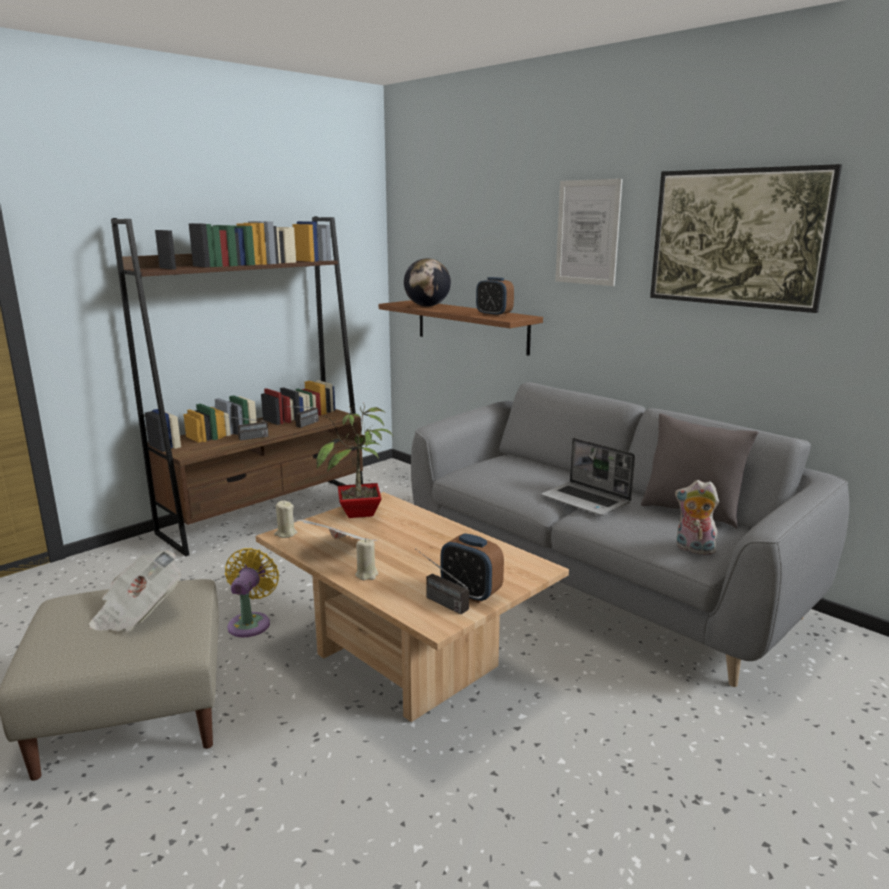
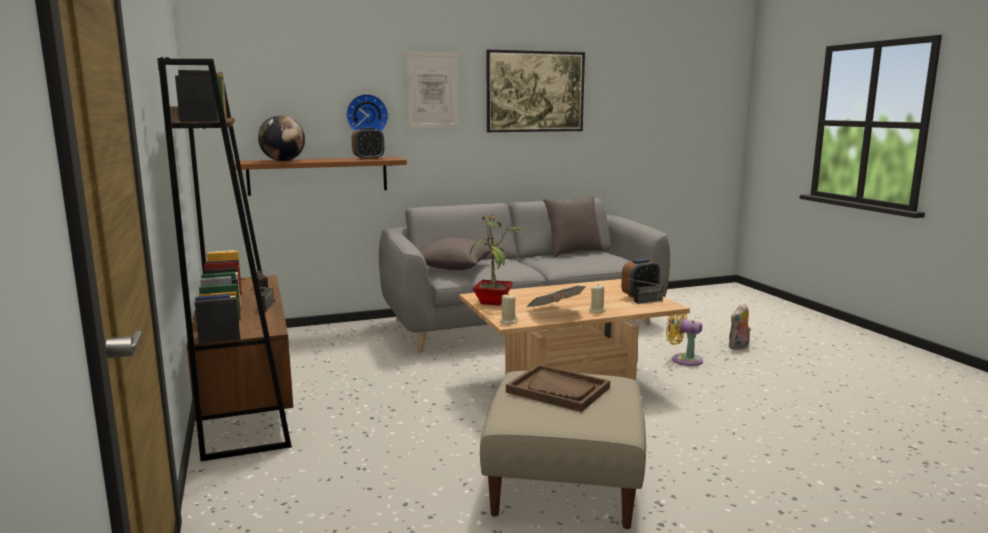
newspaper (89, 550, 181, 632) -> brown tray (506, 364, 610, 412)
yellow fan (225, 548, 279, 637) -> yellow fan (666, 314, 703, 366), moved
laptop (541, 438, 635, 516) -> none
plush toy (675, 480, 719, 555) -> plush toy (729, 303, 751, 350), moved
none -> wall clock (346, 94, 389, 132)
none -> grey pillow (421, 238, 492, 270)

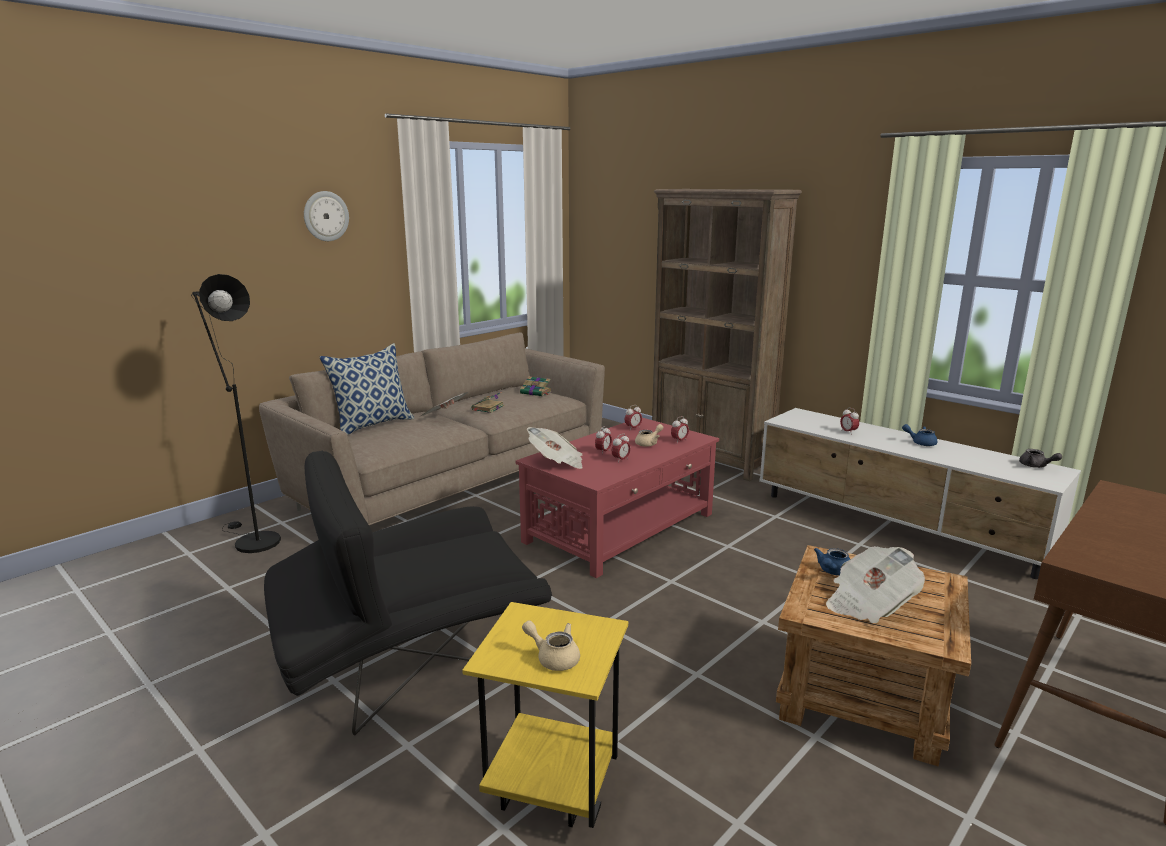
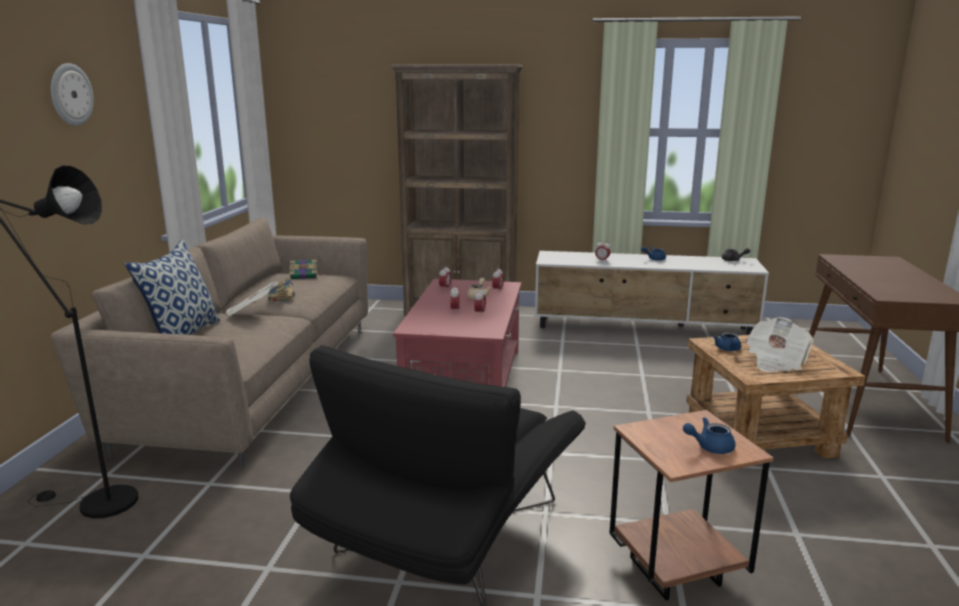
yellow side table (462, 602, 628, 828) -> brown side table (609, 410, 774, 600)
beige teapot (522, 620, 580, 671) -> blue teapot (683, 417, 736, 454)
newspaper (527, 427, 583, 469) -> none

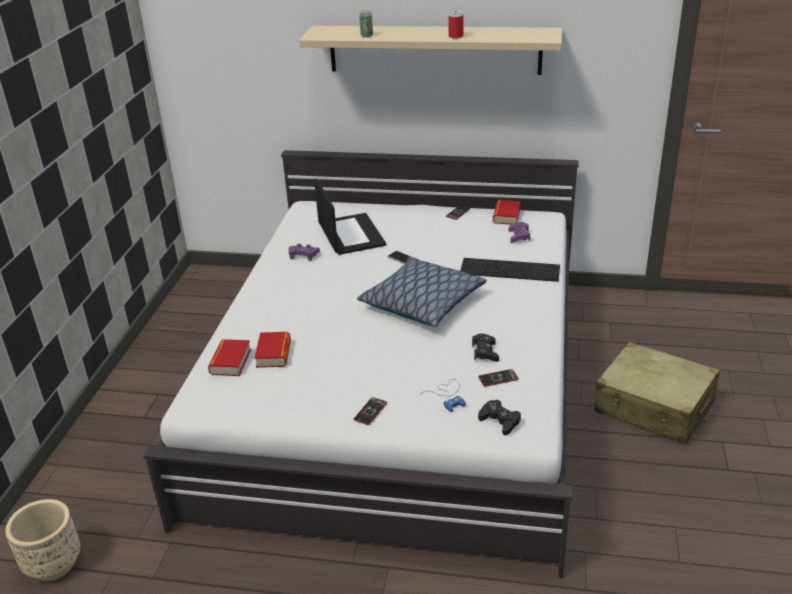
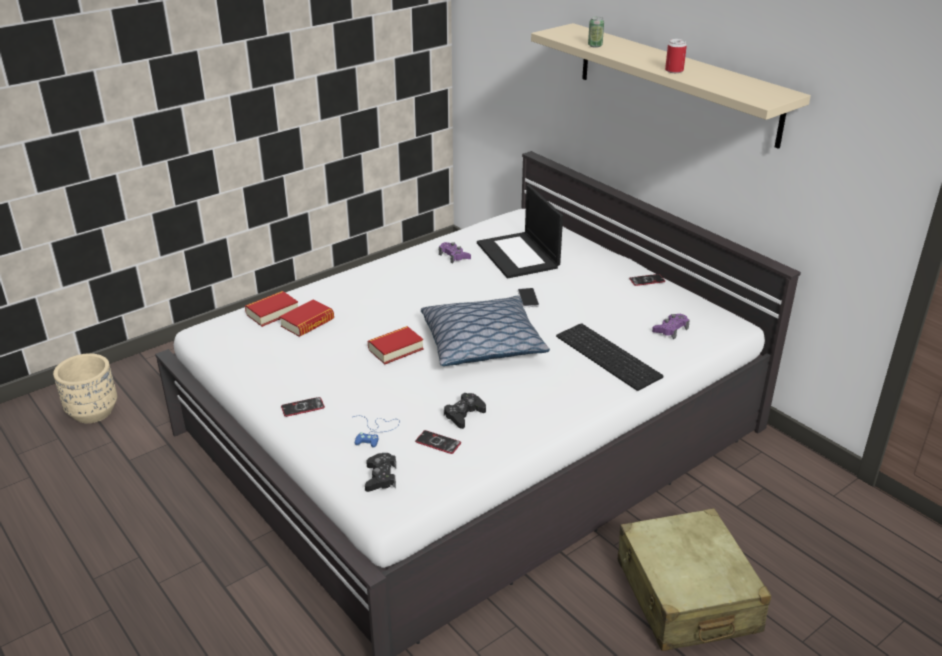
laptop (314, 178, 386, 255) -> laptop (477, 184, 563, 279), 135 degrees clockwise
book (493, 200, 521, 225) -> book (368, 326, 424, 364), moved

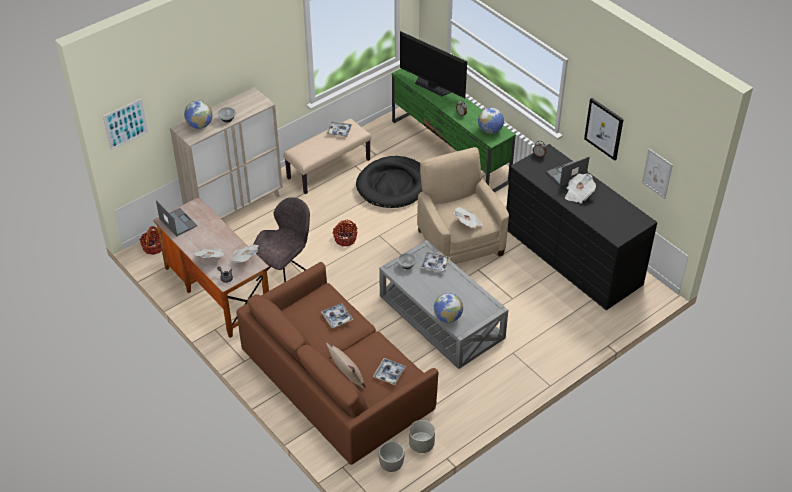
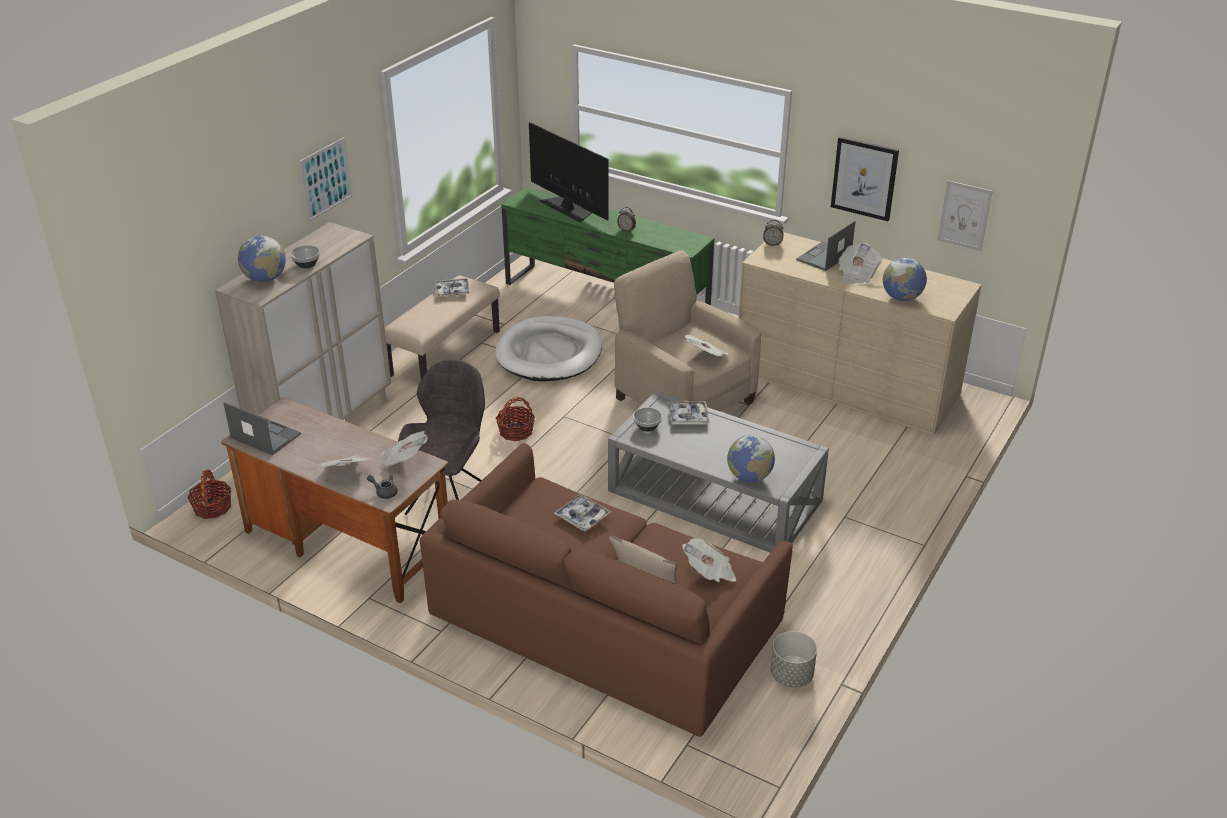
picture (103, 99, 148, 150) -> picture (299, 137, 352, 222), moved
black dog bed (356, 156, 422, 208) -> white dog bed (495, 316, 602, 382)
tray (373, 358, 406, 385) -> newspaper (682, 538, 736, 582)
planter (378, 441, 405, 472) -> none
television (400, 31, 467, 98) -> television (529, 122, 609, 223), 150 degrees counterclockwise
globe (478, 108, 504, 134) -> globe (883, 258, 927, 301), moved
black dresser (506, 144, 657, 310) -> beige dresser (739, 232, 982, 435)

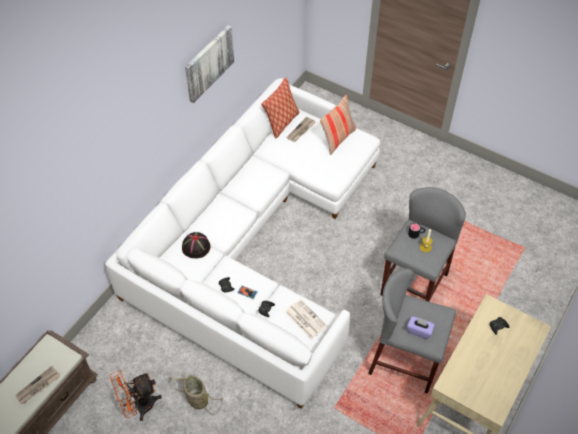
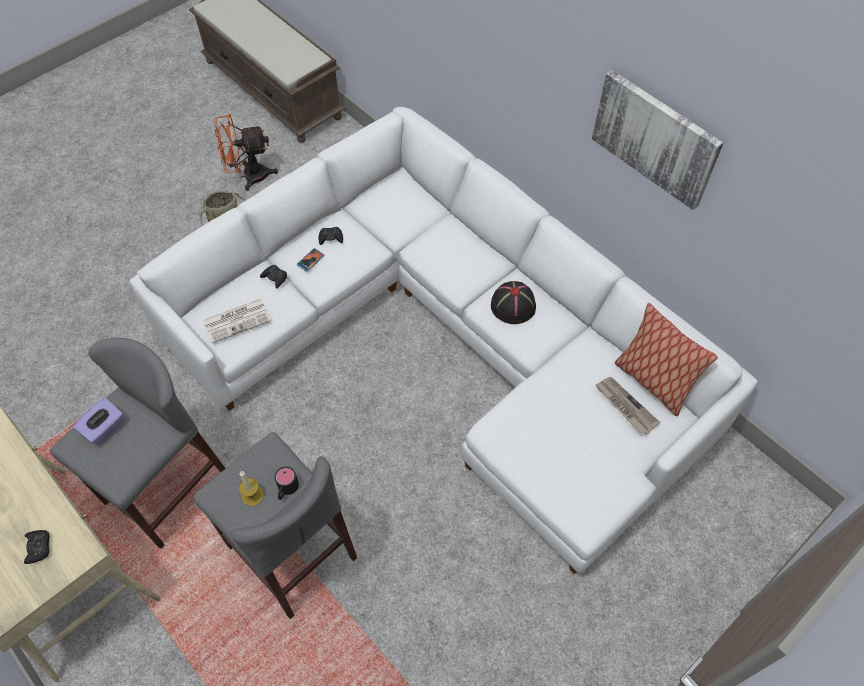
newspaper (16, 366, 60, 404) -> none
orange fan (110, 370, 162, 421) -> orange fan (214, 114, 278, 191), 90 degrees counterclockwise
black hat (182, 232, 210, 258) -> black hat (491, 281, 536, 324), moved
pillow (320, 95, 356, 155) -> none

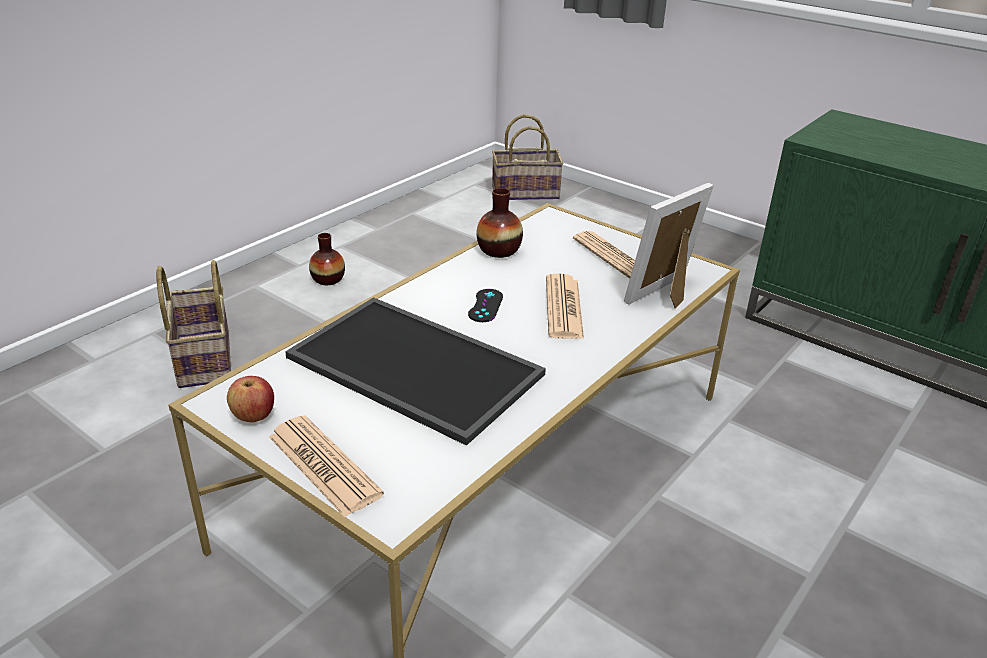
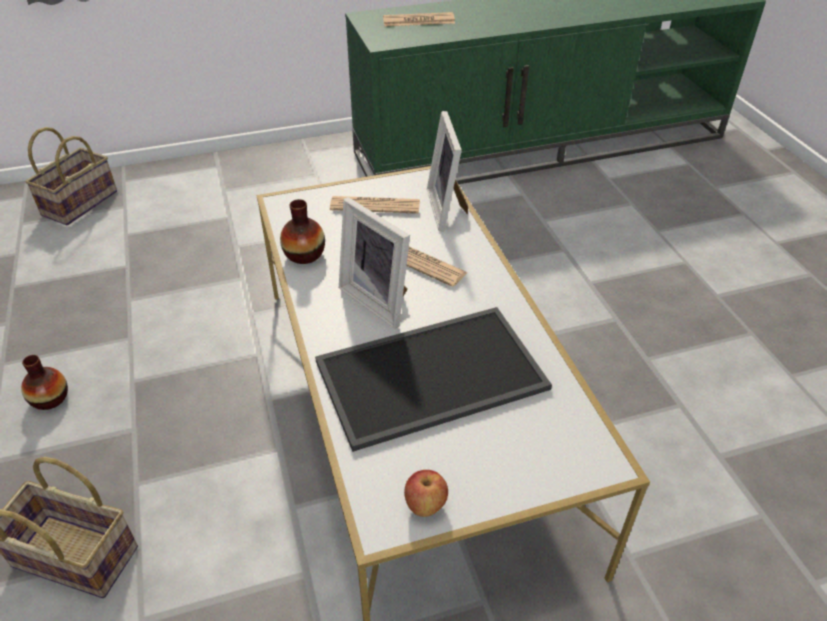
newspaper (269, 416, 384, 517) -> newspaper (383, 12, 455, 26), moved
black game controller (468, 289, 503, 322) -> picture frame (339, 197, 410, 328)

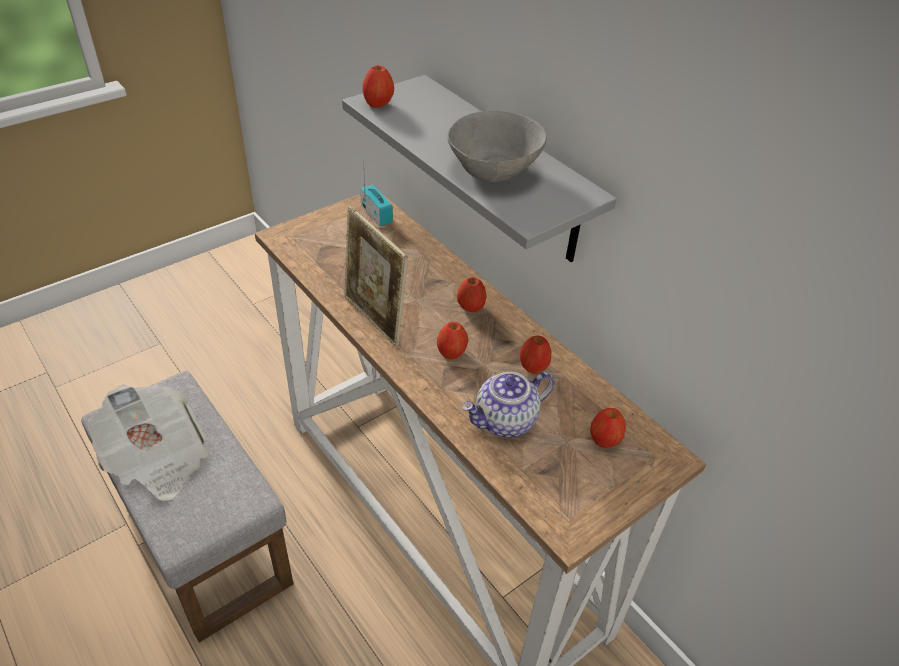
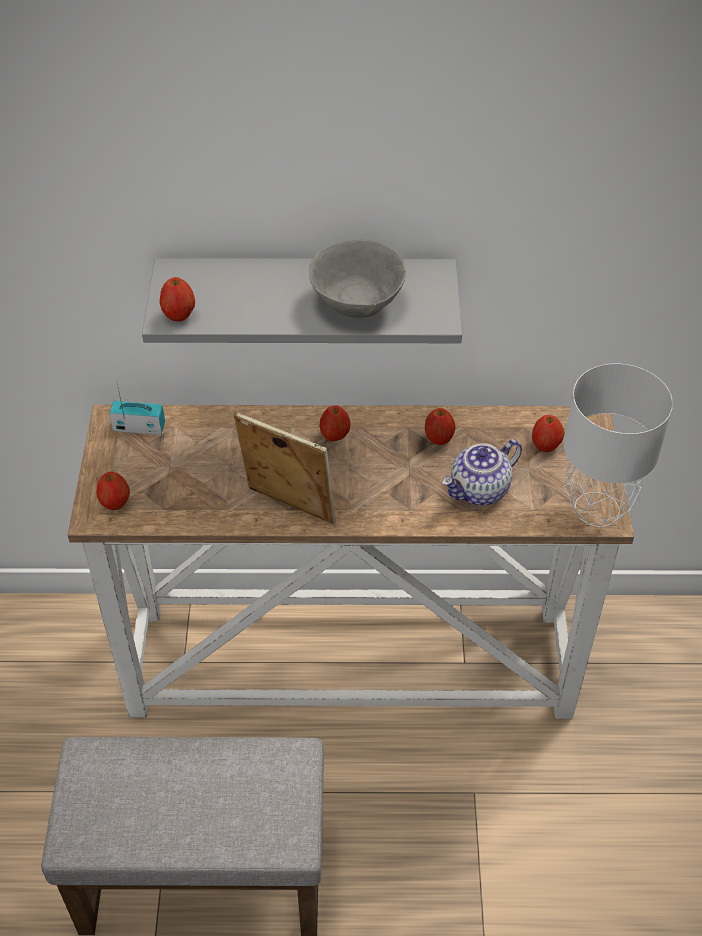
newspaper (88, 385, 210, 501) -> none
picture frame (344, 206, 408, 347) -> picture frame (233, 412, 336, 525), 150 degrees counterclockwise
apple (437, 322, 468, 359) -> apple (96, 472, 130, 510), moved
teapot (462, 372, 554, 437) -> teapot (442, 439, 522, 505), 45 degrees clockwise
none -> grey table lamp (563, 363, 673, 527)

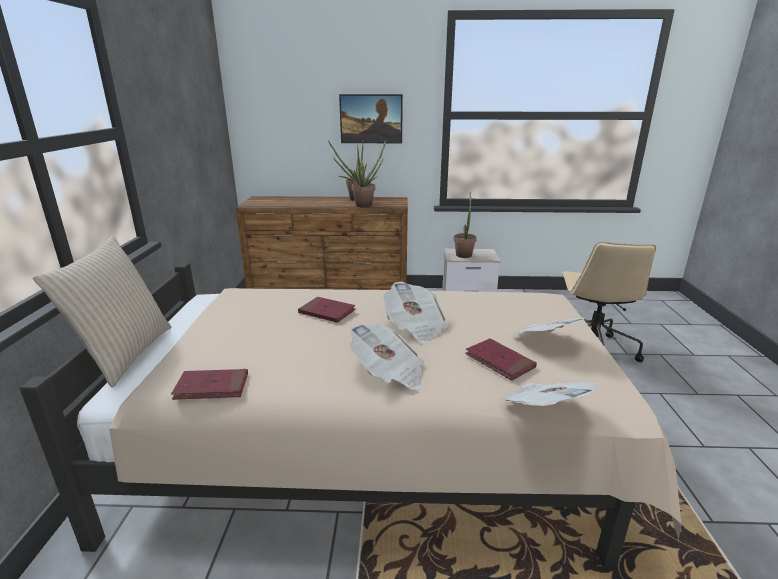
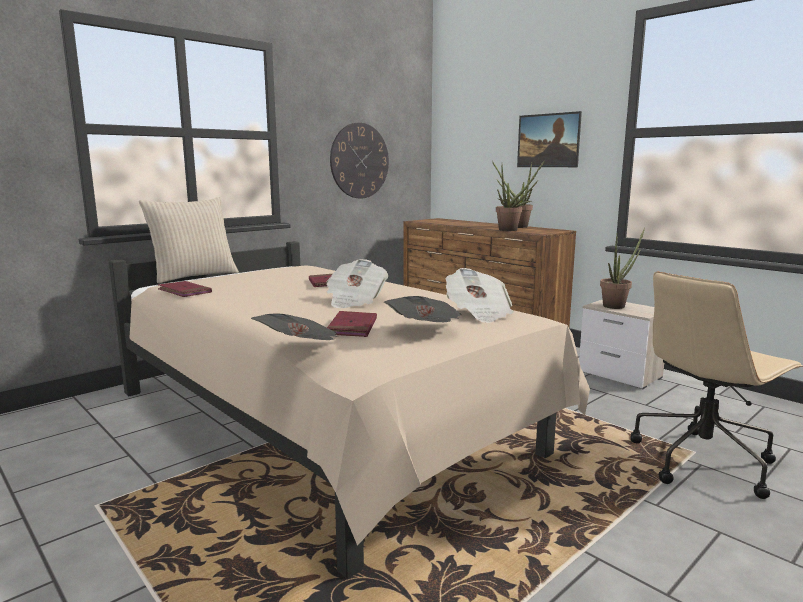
newspaper (349, 324, 424, 390) -> newspaper (446, 268, 514, 323), moved
none -> wall clock (330, 123, 389, 199)

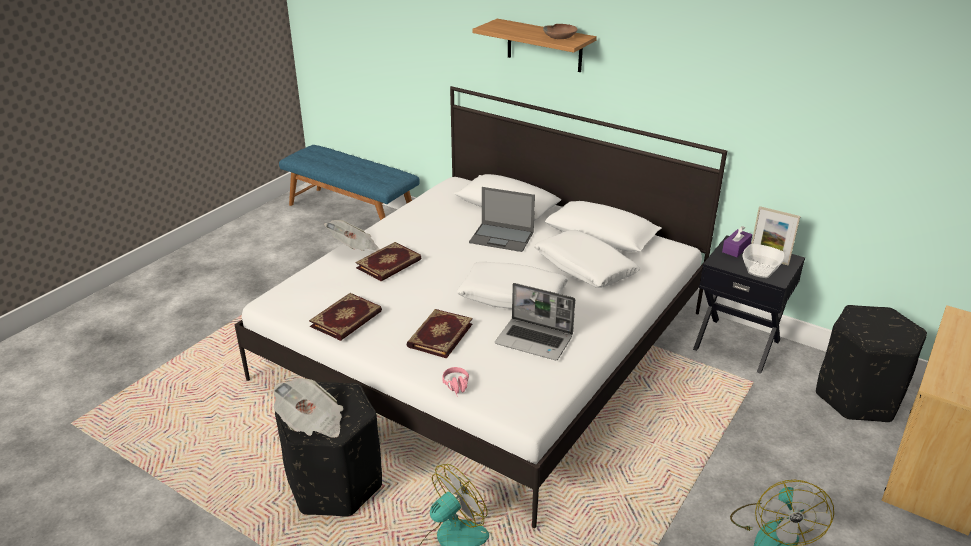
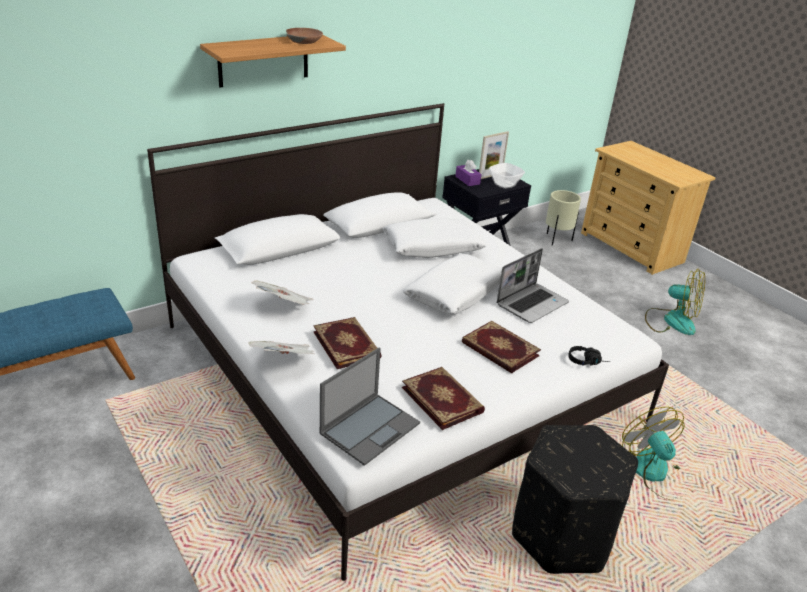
newspaper (273, 378, 343, 438) -> newspaper (252, 280, 314, 305), moved
pink headphones (442, 367, 469, 397) -> black headphones (568, 346, 610, 366)
laptop (469, 187, 535, 252) -> laptop (319, 348, 420, 466), moved
black ottoman (816, 305, 927, 423) -> beige planter (546, 190, 581, 246)

